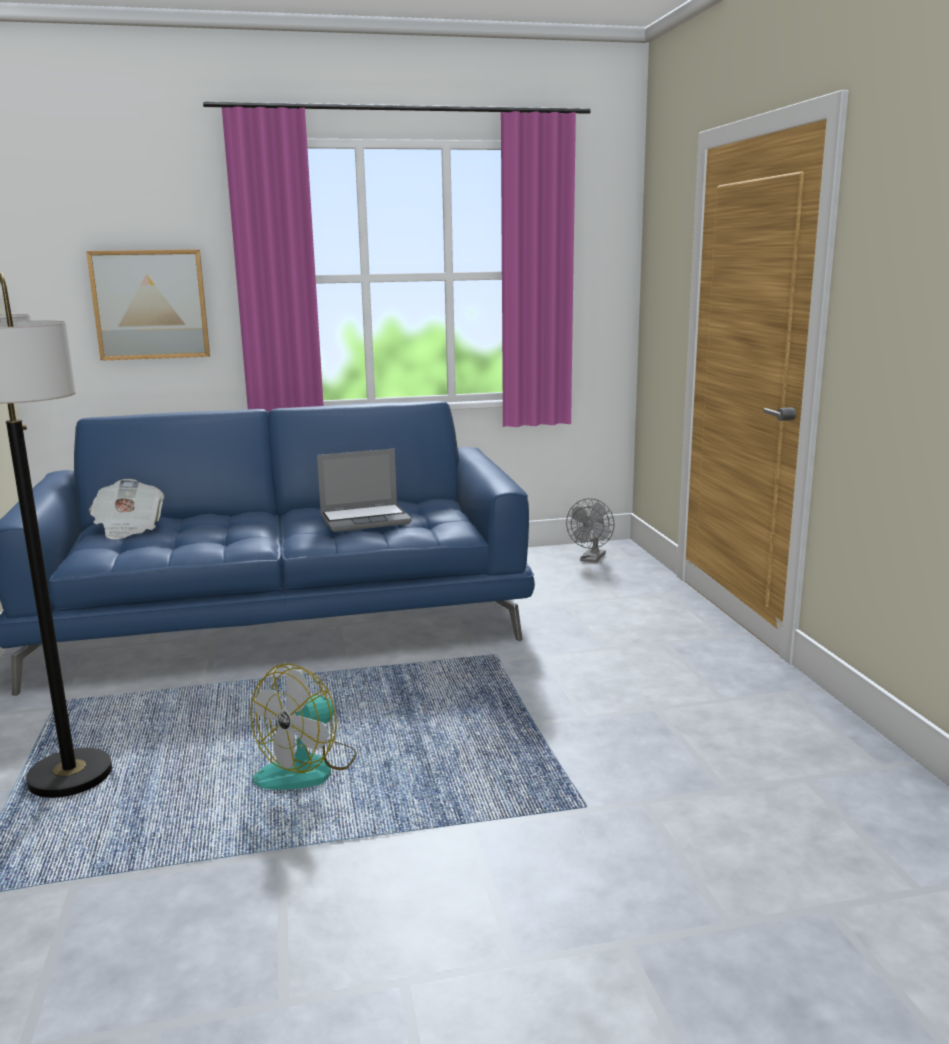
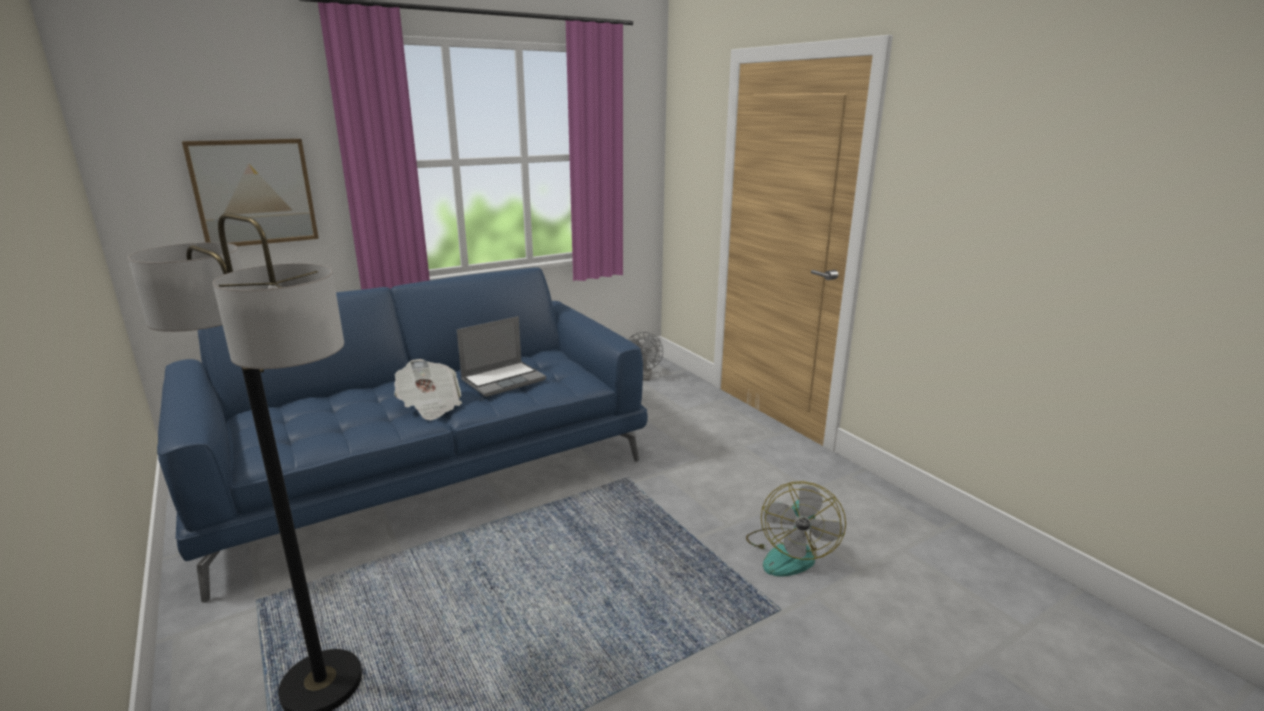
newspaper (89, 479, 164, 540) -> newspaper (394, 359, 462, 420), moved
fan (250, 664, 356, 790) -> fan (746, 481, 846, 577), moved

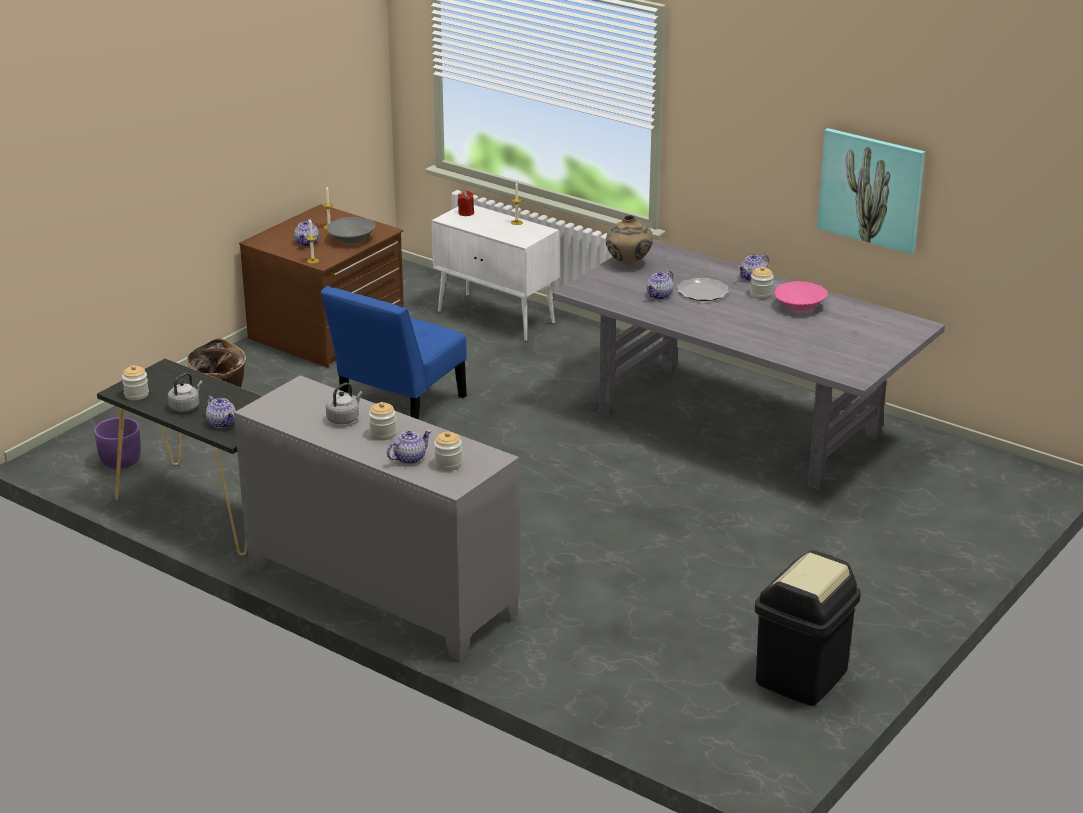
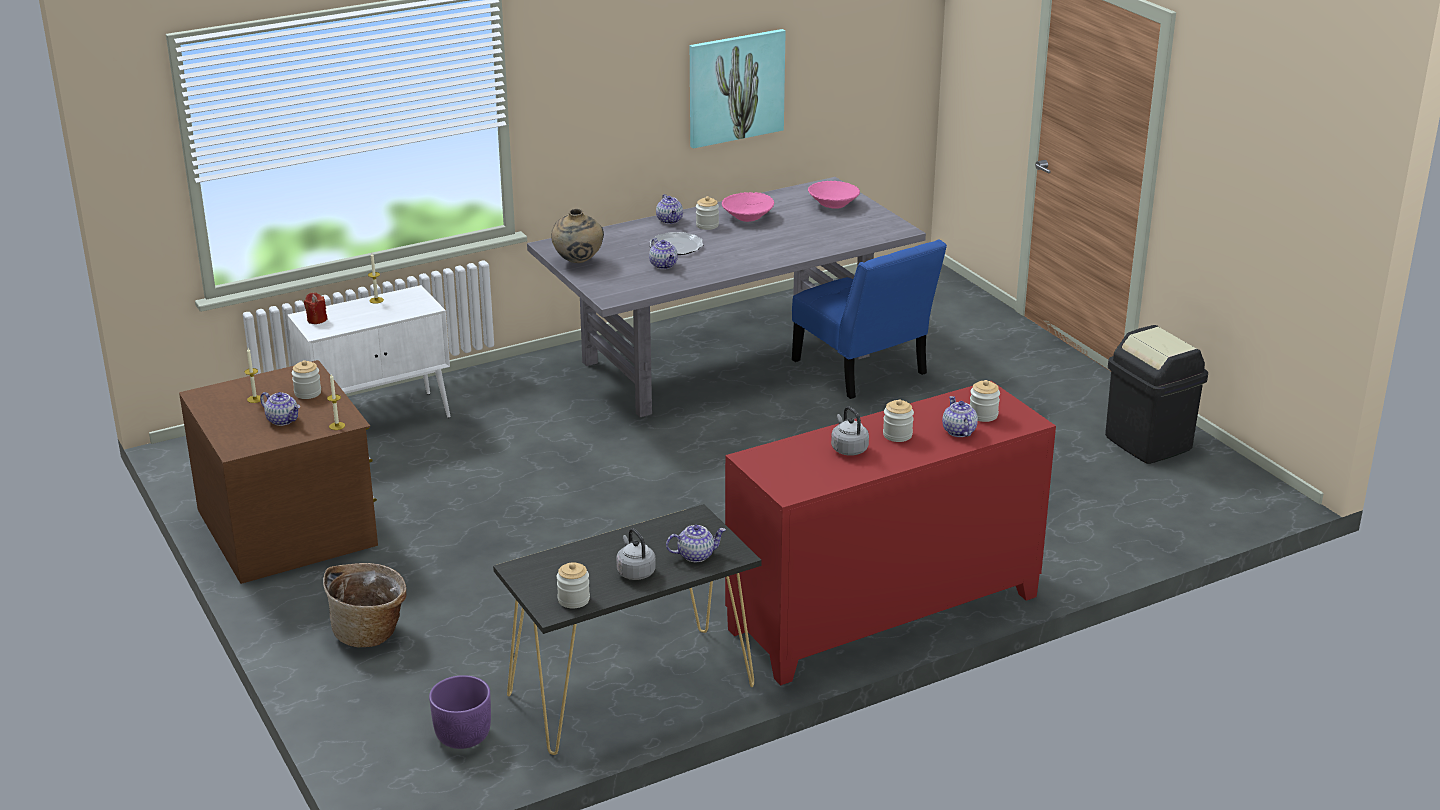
grey cabinet (234, 375, 520, 661) -> red cabinet (725, 381, 1056, 685)
blue chair (320, 286, 467, 420) -> blue chair (792, 239, 947, 399), moved
grey bowl (327, 217, 375, 244) -> jar (292, 360, 321, 399)
none -> pink bowl (808, 181, 860, 209)

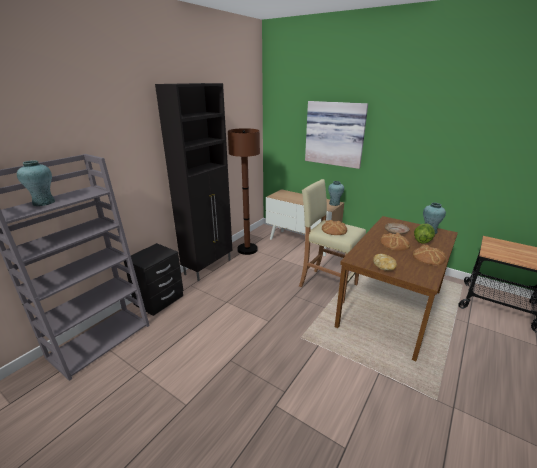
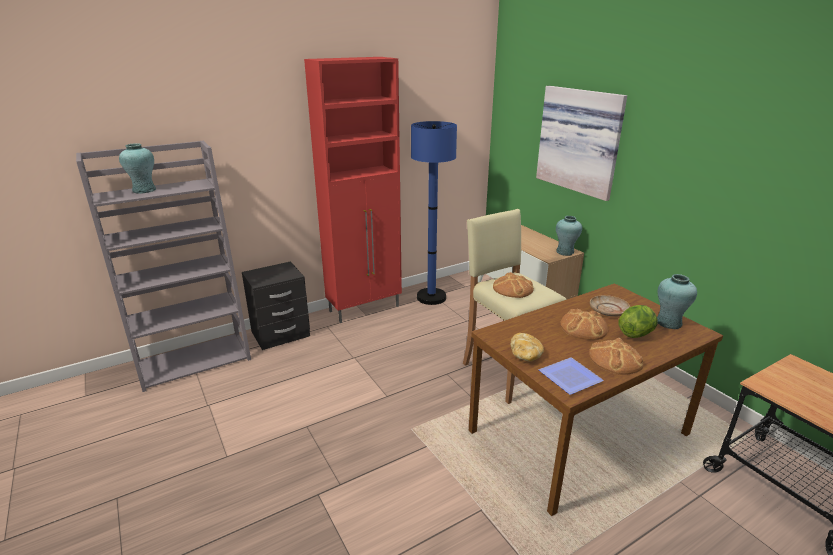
black cabinet (155, 83, 232, 281) -> red cabinet (304, 57, 402, 323)
brown floor lamp (228, 128, 260, 255) -> blue floor lamp (411, 121, 457, 305)
none -> plate (539, 357, 604, 395)

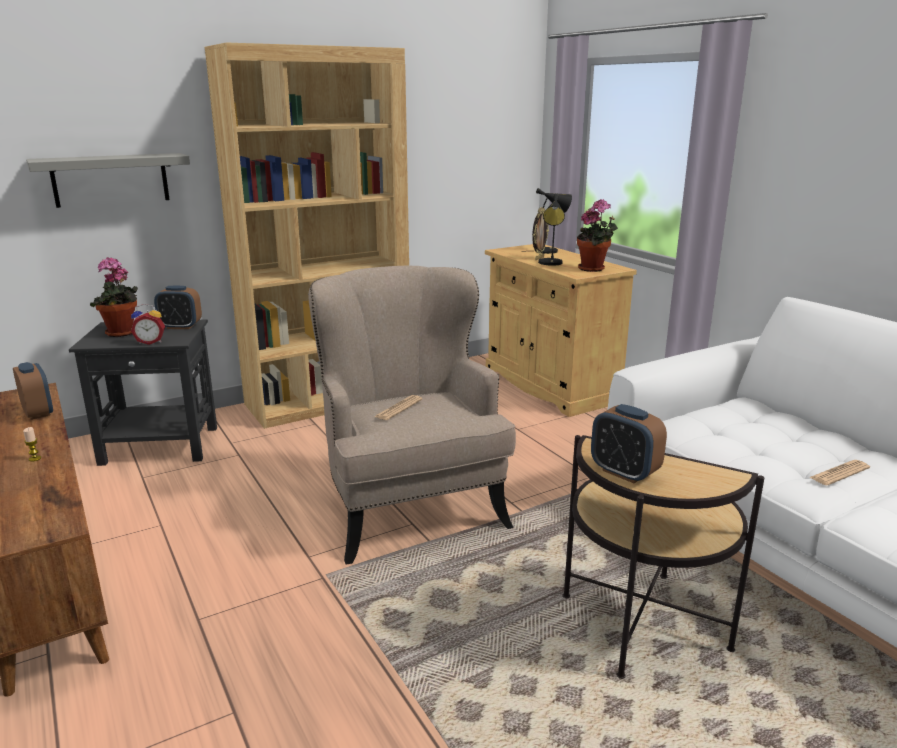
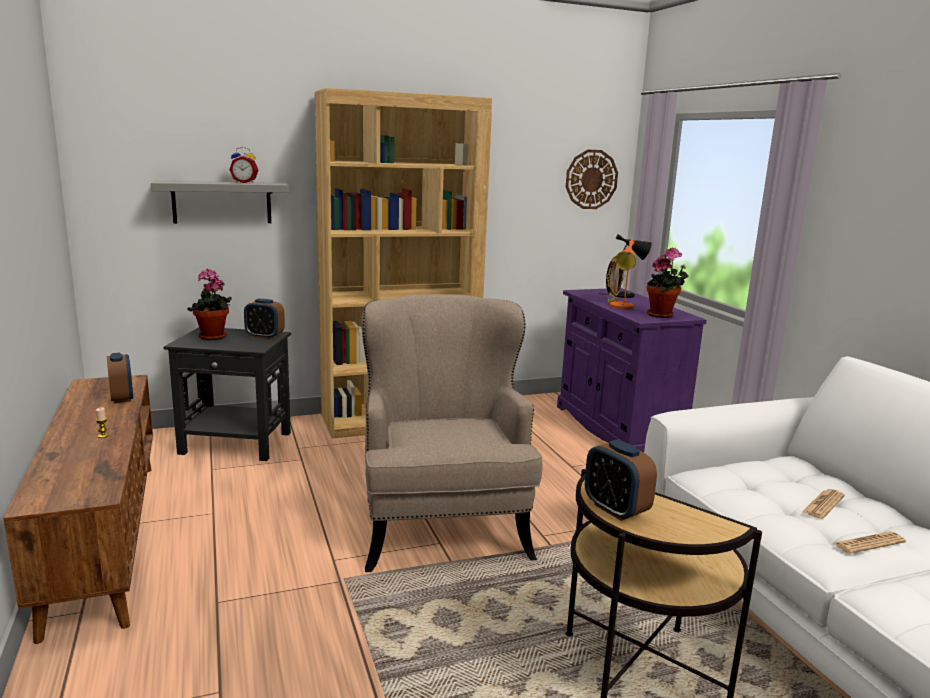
alarm clock (131, 304, 165, 345) -> alarm clock (229, 147, 258, 183), moved
newspaper (374, 395, 423, 420) -> newspaper (803, 489, 845, 519), moved
beige cabinet (485, 244, 637, 417) -> purple cabinet (557, 288, 707, 453)
black table lamp (538, 194, 565, 266) -> orange table lamp (610, 240, 636, 309)
none -> wall clock (566, 150, 618, 209)

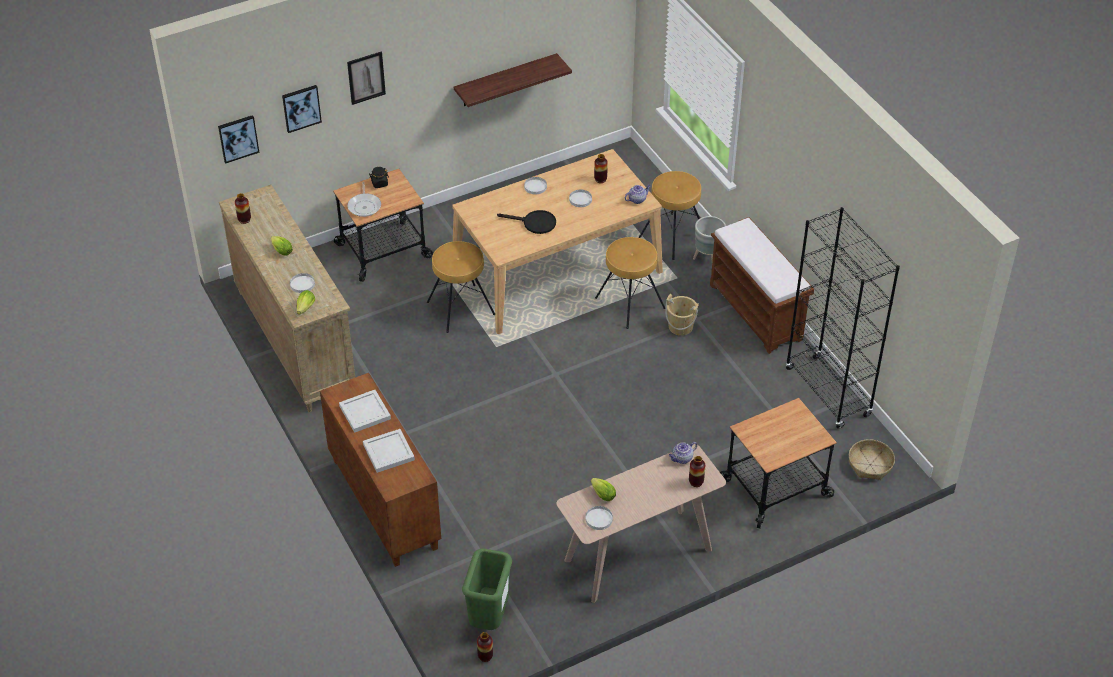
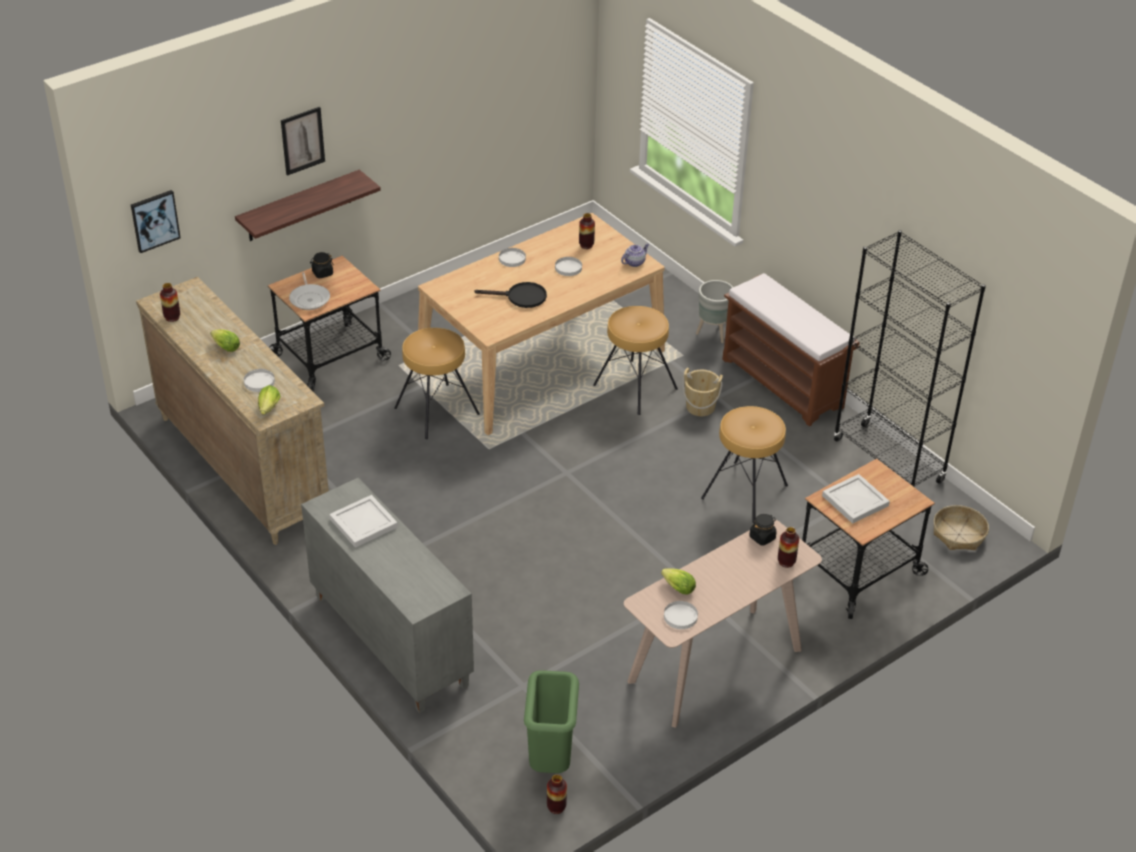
picture (282, 85, 322, 133) -> none
brown cabinet (320, 373, 441, 567) -> grey cabinet (301, 478, 474, 713)
white tray (363, 429, 415, 473) -> white tray (822, 474, 890, 524), moved
shelf (454, 53, 572, 107) -> shelf (235, 170, 381, 241), moved
brown stool (638, 171, 701, 260) -> brown stool (701, 406, 788, 523), moved
teapot (669, 442, 697, 464) -> black jar (749, 514, 776, 546)

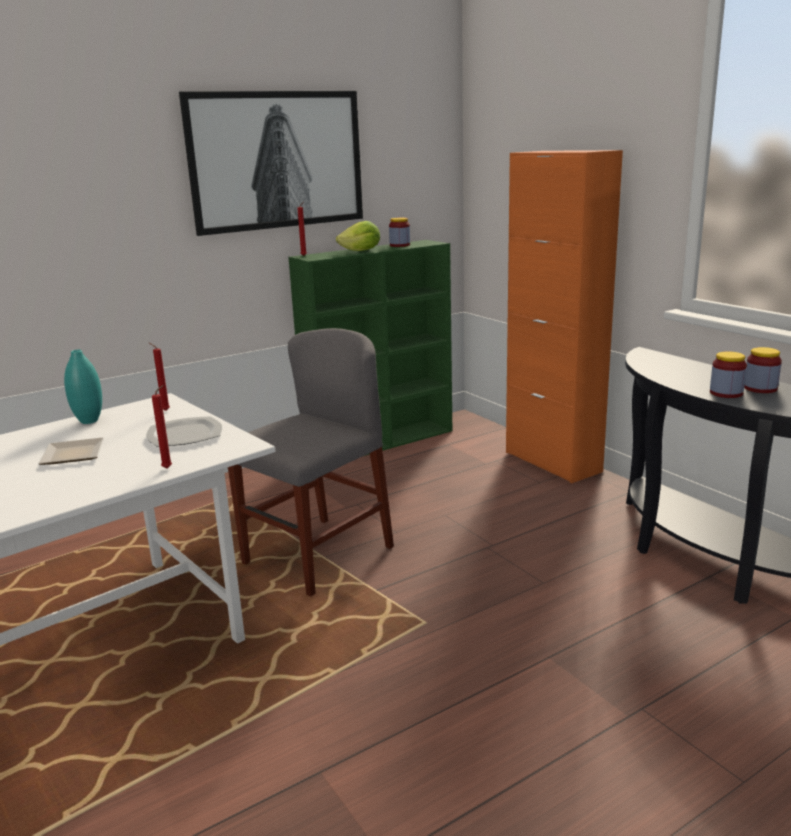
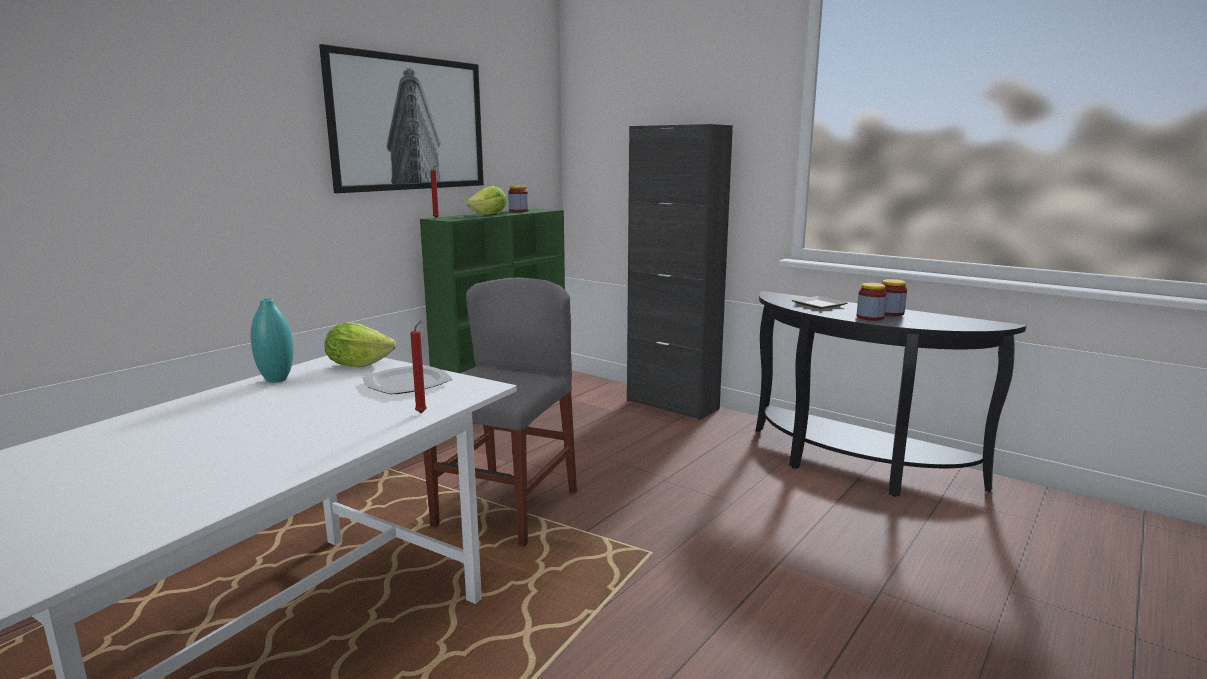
plate (39, 437, 104, 465) -> plate (792, 296, 848, 309), moved
red candle (149, 342, 170, 411) -> lettuce (324, 322, 396, 368)
orange cabinet (506, 150, 623, 483) -> black cabinet (627, 124, 733, 420)

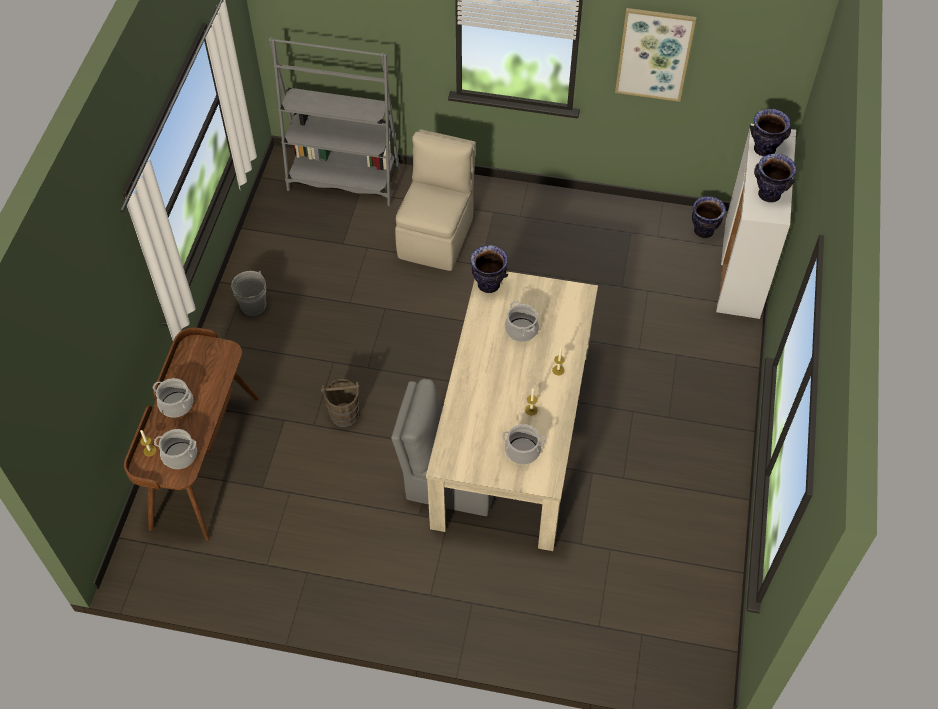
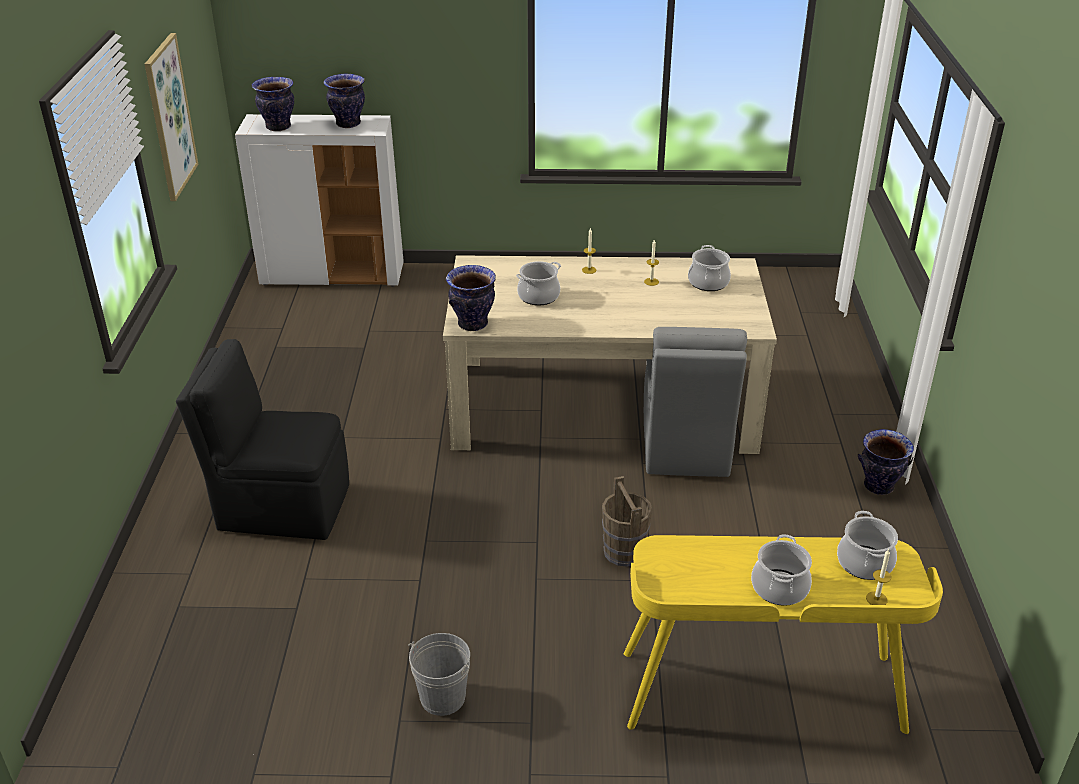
brown desk (124, 327, 259, 541) -> yellow desk (624, 535, 943, 734)
grey bookcase (269, 37, 399, 206) -> none
beige chair (395, 129, 476, 271) -> black chair (176, 339, 349, 540)
vase (692, 196, 726, 238) -> vase (858, 429, 914, 495), moved

